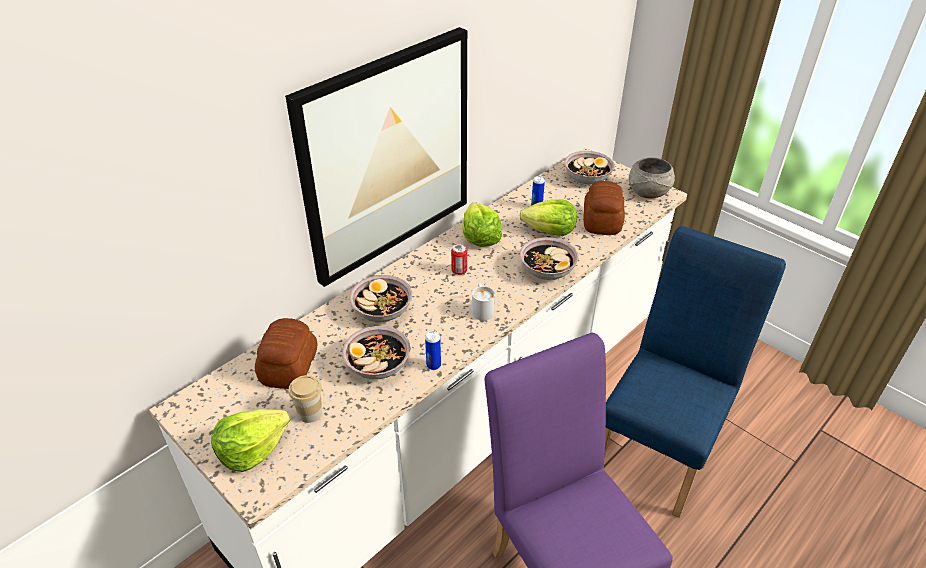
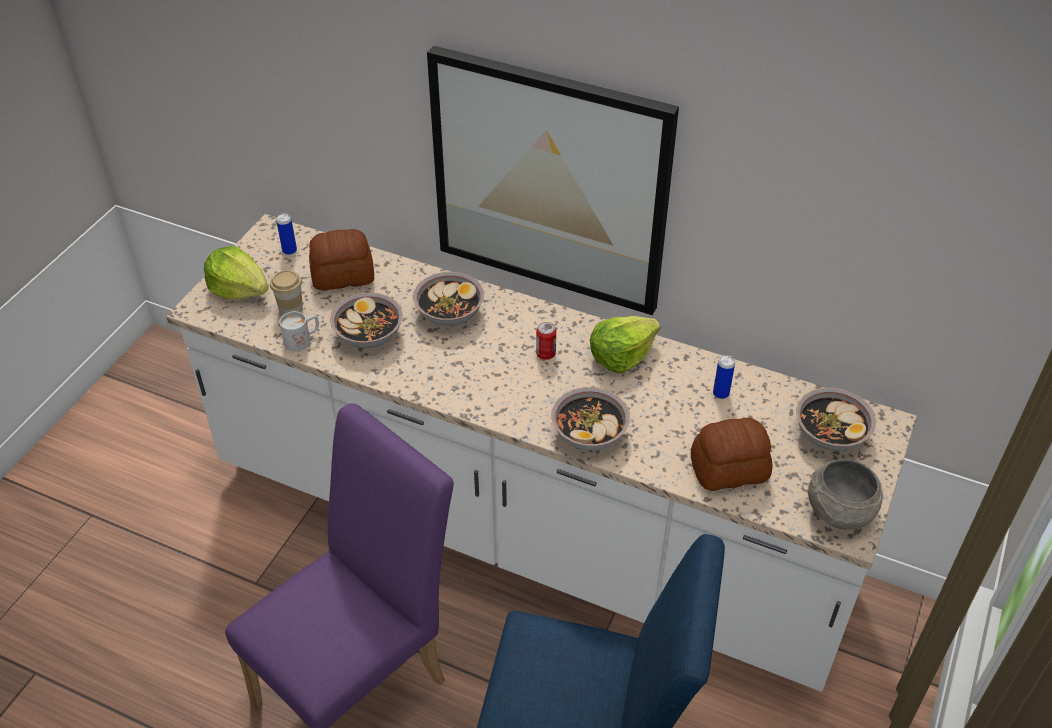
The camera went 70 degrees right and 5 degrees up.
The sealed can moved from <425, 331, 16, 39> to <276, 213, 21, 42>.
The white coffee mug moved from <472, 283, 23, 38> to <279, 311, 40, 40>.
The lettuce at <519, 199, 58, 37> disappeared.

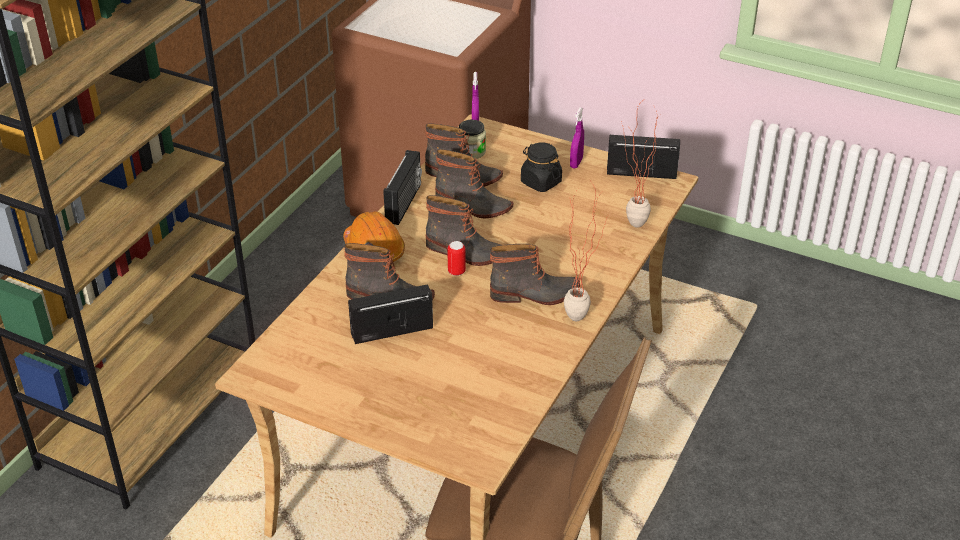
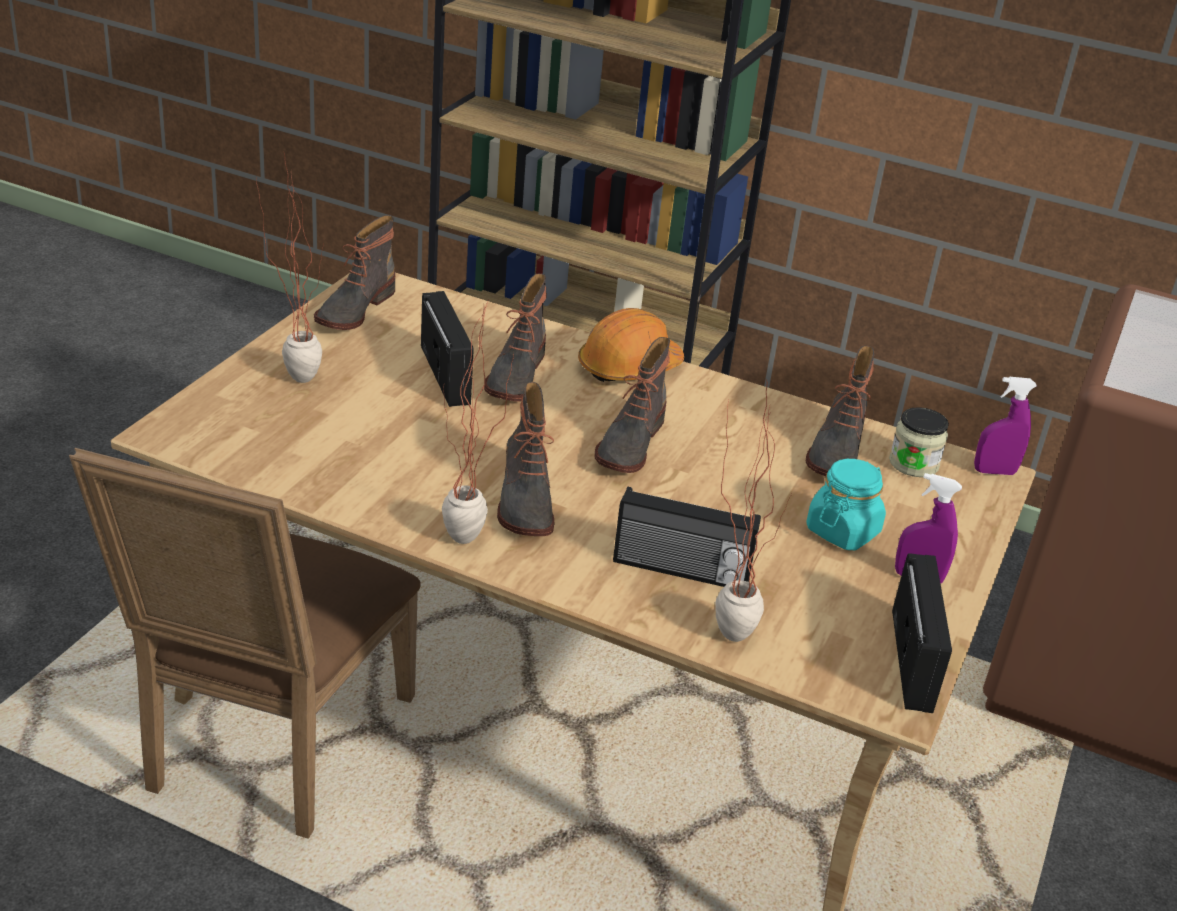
The camera went 85 degrees right and 5 degrees down.
The potted plant at <256, 151, 68, 232> appeared.
The boot moved from <435, 149, 78, 69> to <314, 215, 81, 115>.
The radio receiver moved from <383, 150, 39, 75> to <613, 487, 148, 100>.
The blackish jar at <521, 142, 41, 50> became the blue-green jar at <806, 459, 80, 91>.
The sealed can at <447, 241, 19, 35> disappeared.

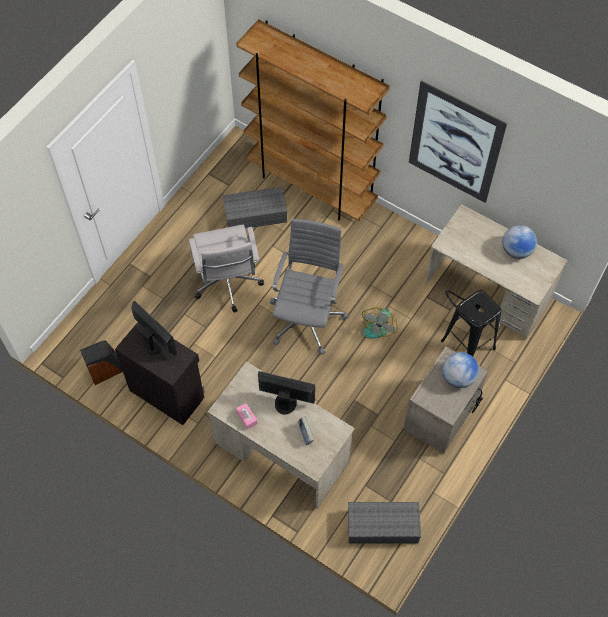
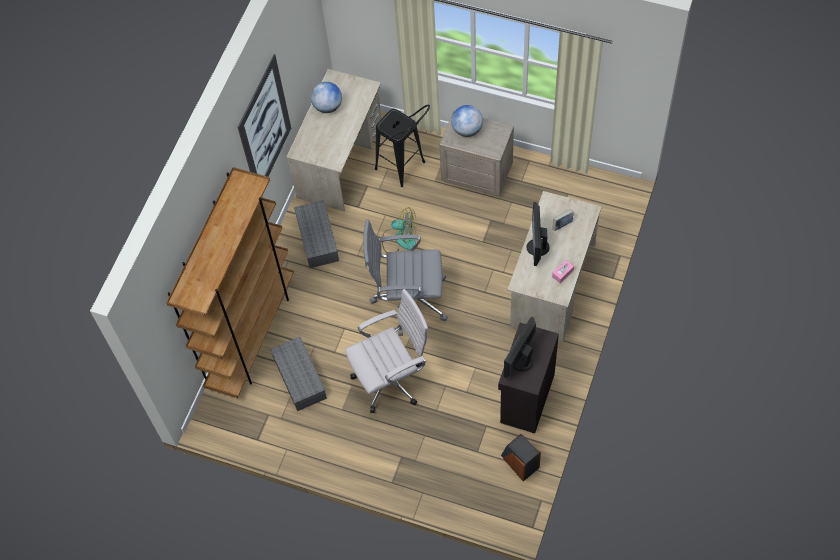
The camera went 100 degrees left and 0 degrees up.
The greyish storage container moved from <348, 502, 73, 42> to <294, 200, 45, 68>.

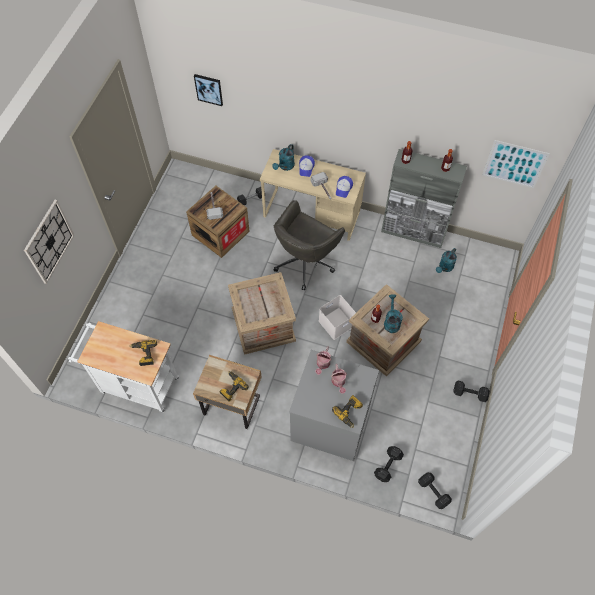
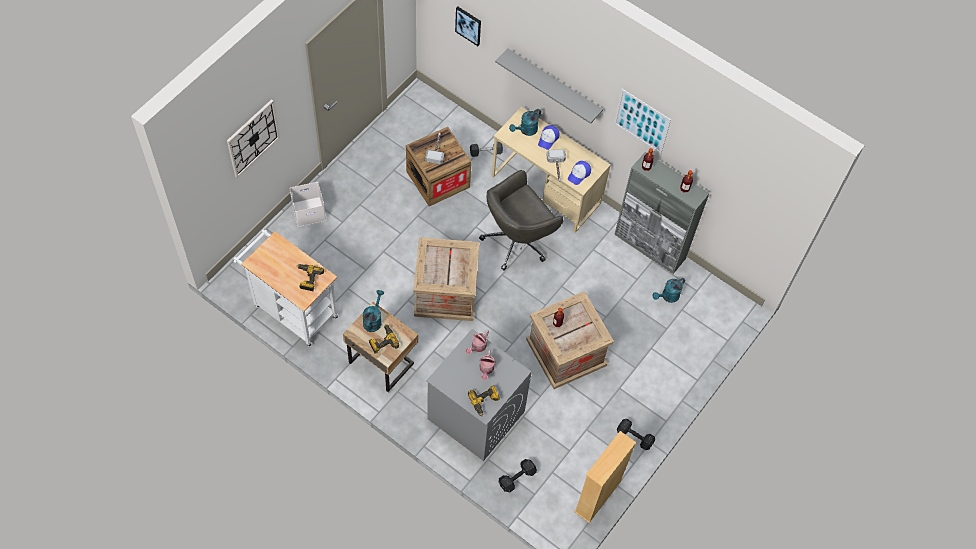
The camera went 15 degrees right and 0 degrees up.
The white storage container moved from <319, 295, 37, 45> to <289, 182, 37, 45>.
The blue-green watering pot moved from <384, 294, 19, 39> to <363, 290, 21, 42>.
The greyish wall shelf at <495, 49, 108, 75> appeared.
The beige-coloured bookcase at <574, 431, 62, 92> appeared.
The picture moved from <482, 140, 68, 48> to <614, 89, 57, 65>.
The blackish free weight at <418, 472, 34, 37> disappeared.

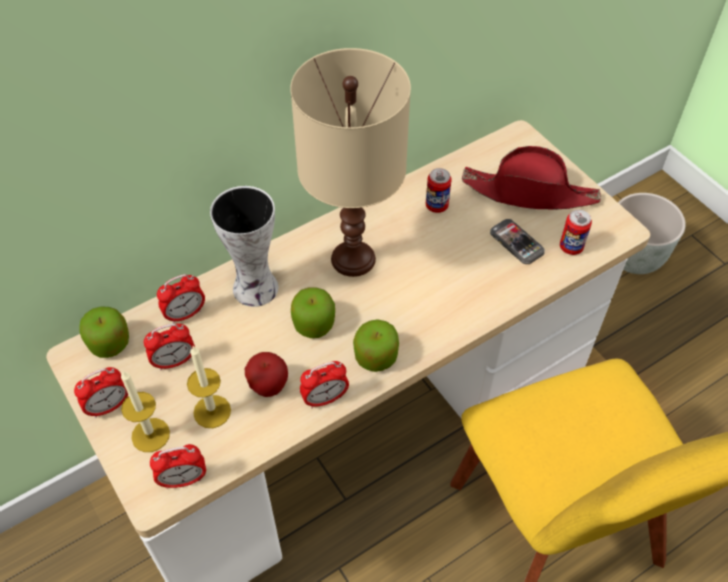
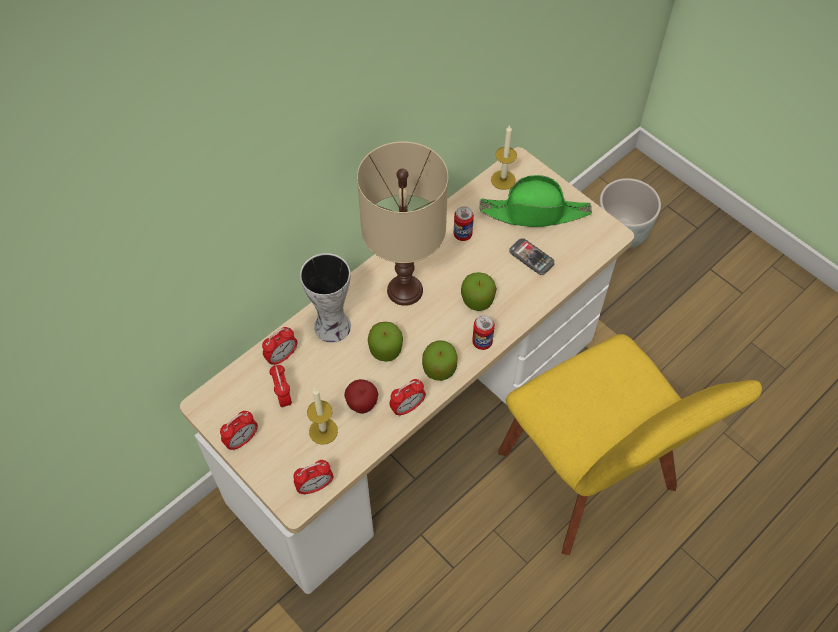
The camera went 10 degrees left and 5 degrees up.
The table clock at <144, 324, 51, 47> turned 105 degrees clockwise.
The whole apple moved from <79, 306, 50, 52> to <461, 272, 36, 39>.
The sealed can moved from <560, 210, 32, 45> to <472, 315, 23, 35>.
The red-coloured wearable hat at <462, 146, 139, 64> became the green wearable hat at <479, 175, 113, 52>.
The wax candle moved from <121, 371, 49, 81> to <491, 125, 26, 65>.

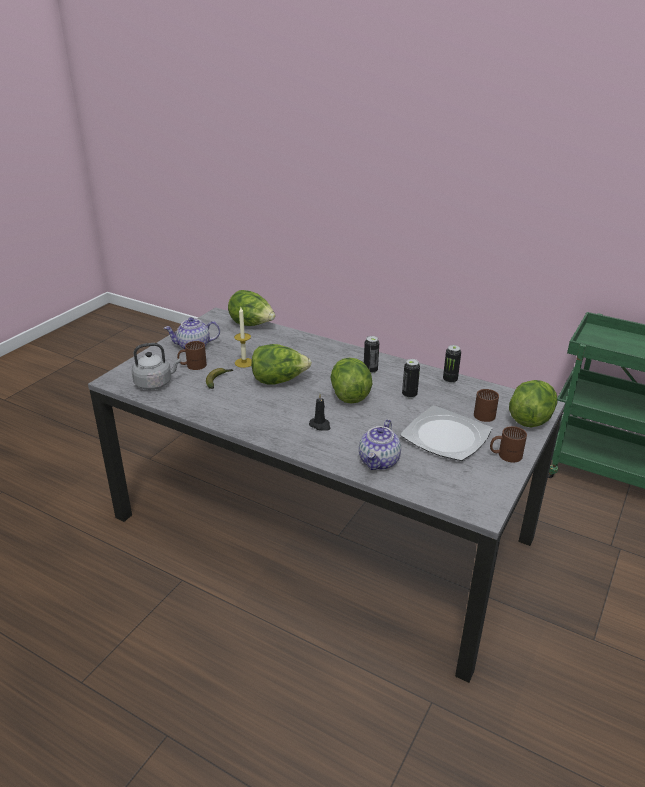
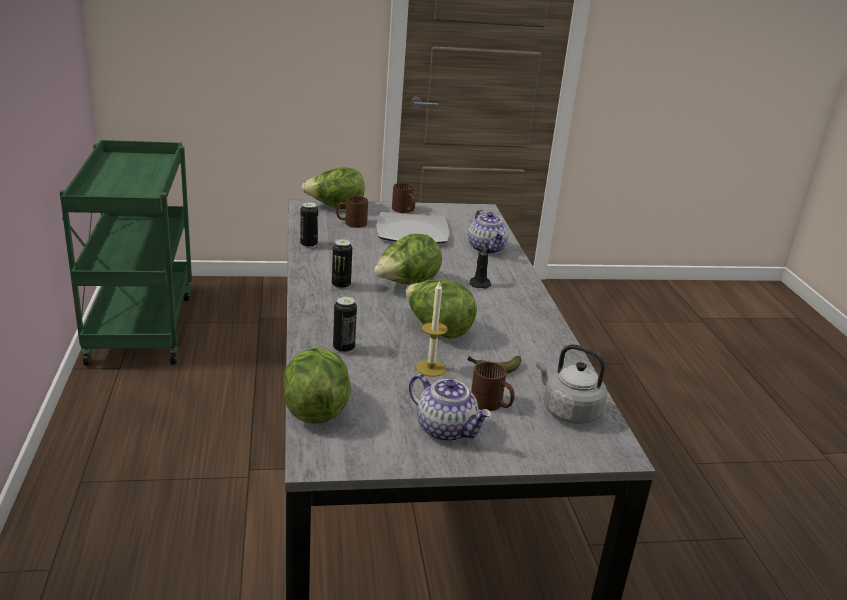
The camera went 130 degrees left and 5 degrees down.
The sealed can moved from <402, 359, 18, 39> to <333, 296, 24, 57>.
The teapot at <359, 419, 42, 51> turned 90 degrees clockwise.

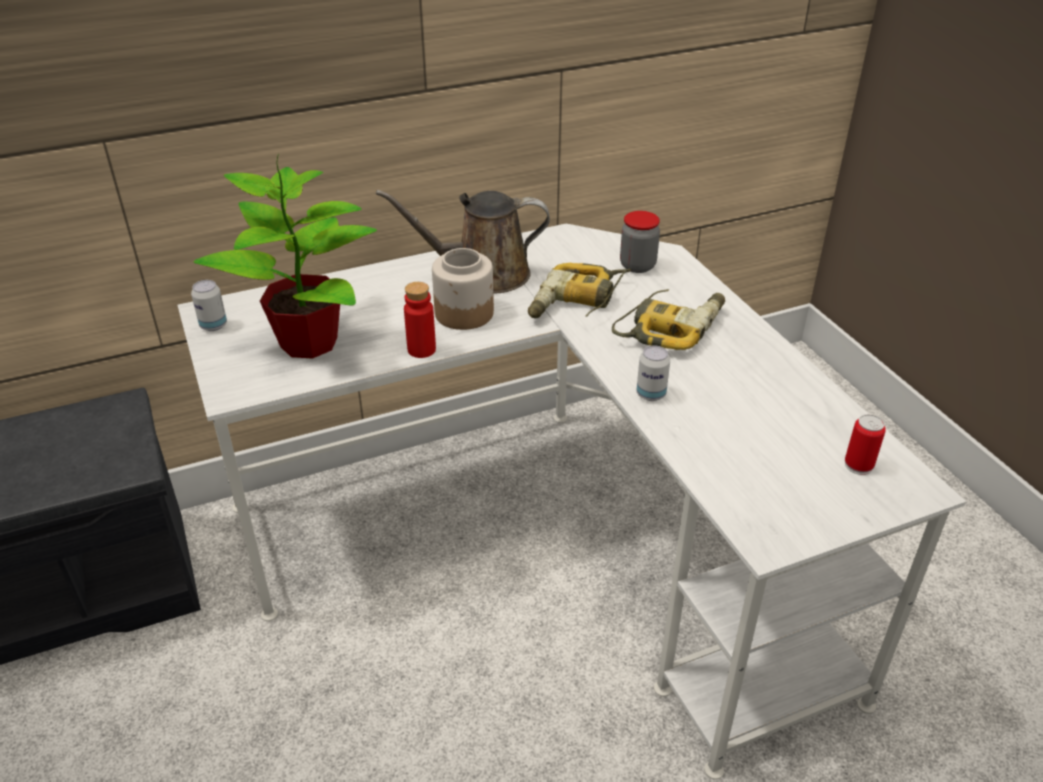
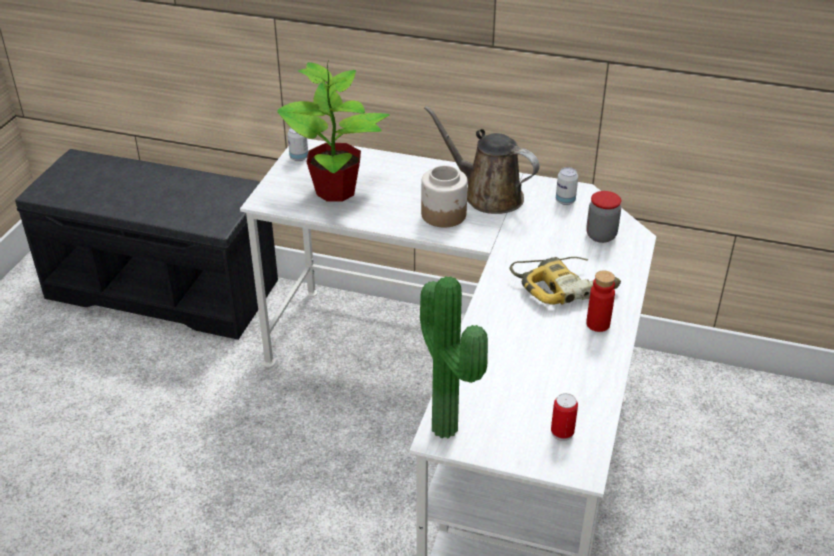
The camera went 40 degrees right and 0 degrees up.
The potted plant at <420, 276, 68, 162> appeared.
The sealed can moved from <636, 345, 34, 56> to <556, 167, 22, 38>.
The red-coloured bottle moved from <404, 282, 32, 76> to <586, 270, 29, 62>.
The electric drill at <528, 263, 103, 55> disappeared.

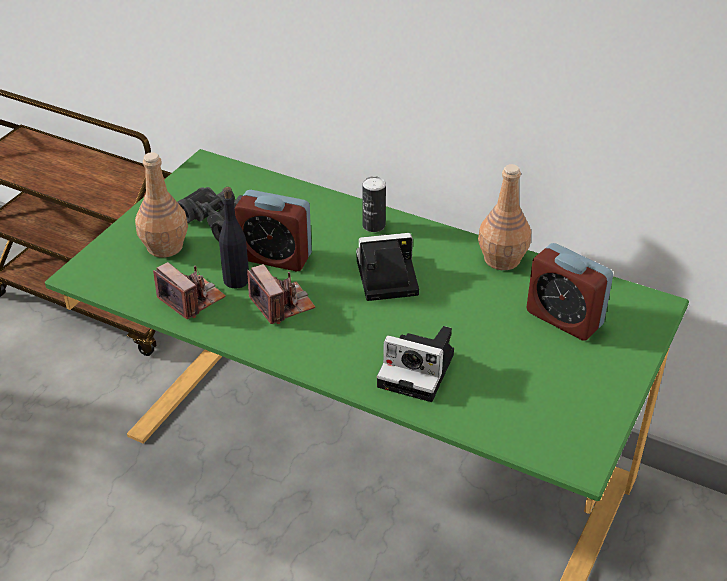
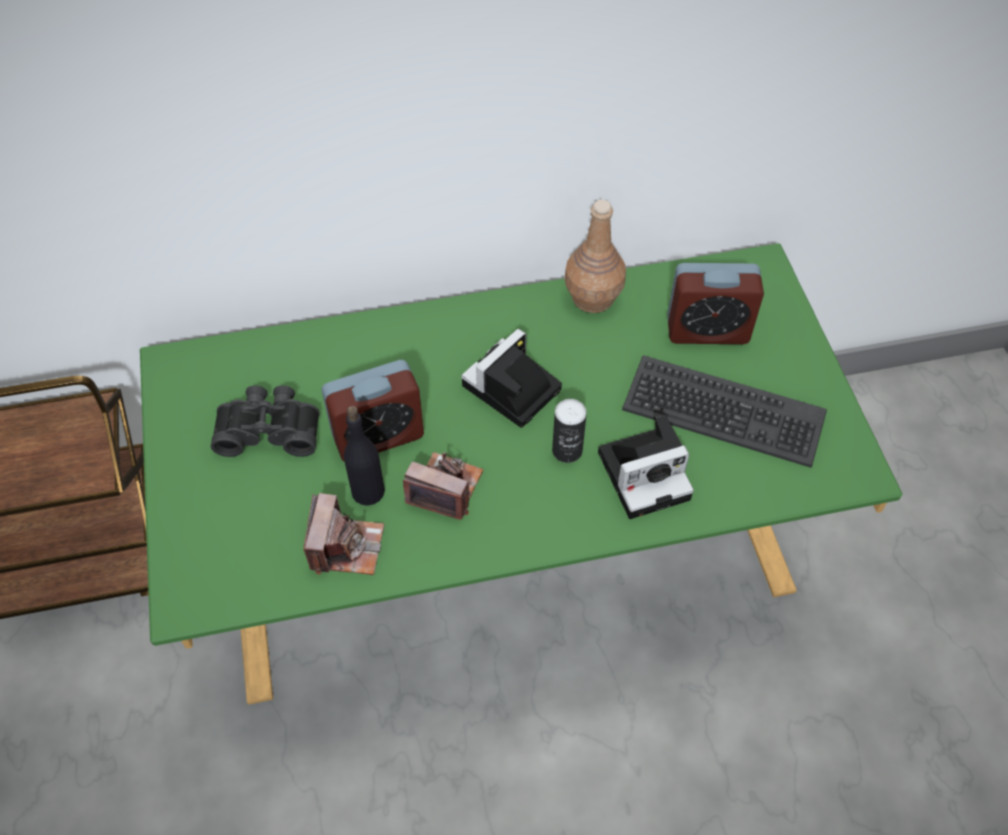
The camera went 40 degrees left and 15 degrees up.
The still camera at <153, 262, 73, 57> turned 90 degrees clockwise.
The sealed can moved from <363, 176, 23, 56> to <552, 399, 35, 64>.
The keyboard at <622, 355, 205, 113> appeared.
The brown bottle at <135, 152, 53, 106> disappeared.

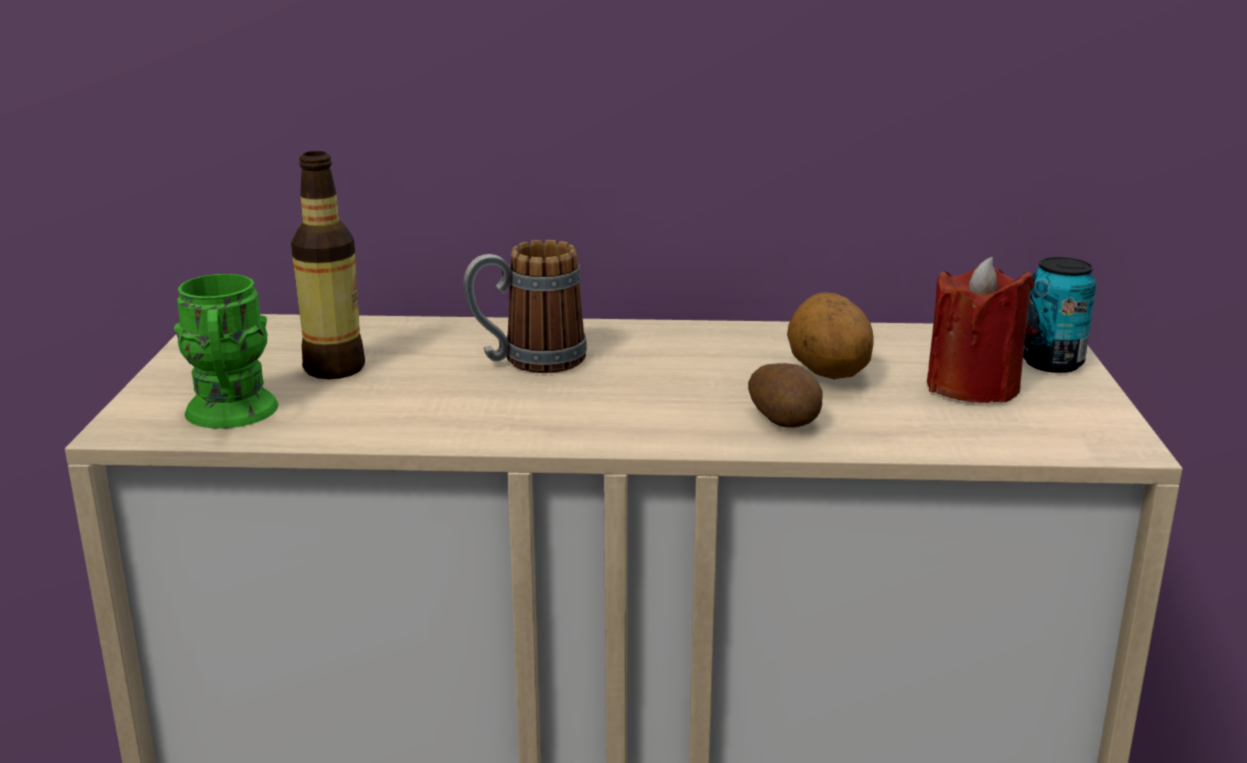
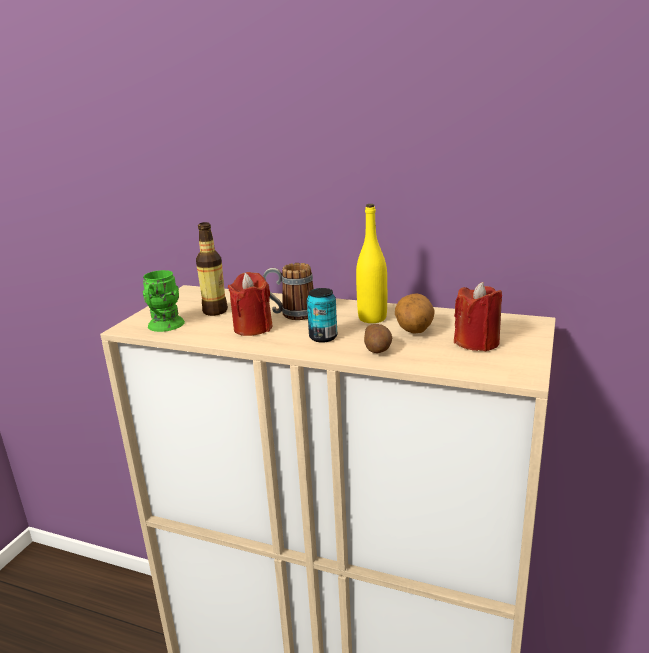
The camera went 20 degrees right and 0 degrees up.
The red-coloured wax candle at <228, 272, 45, 64> appeared.
The sealed can moved from <1023, 257, 73, 116> to <307, 288, 30, 55>.
The yellowish bottle at <356, 204, 31, 119> appeared.

